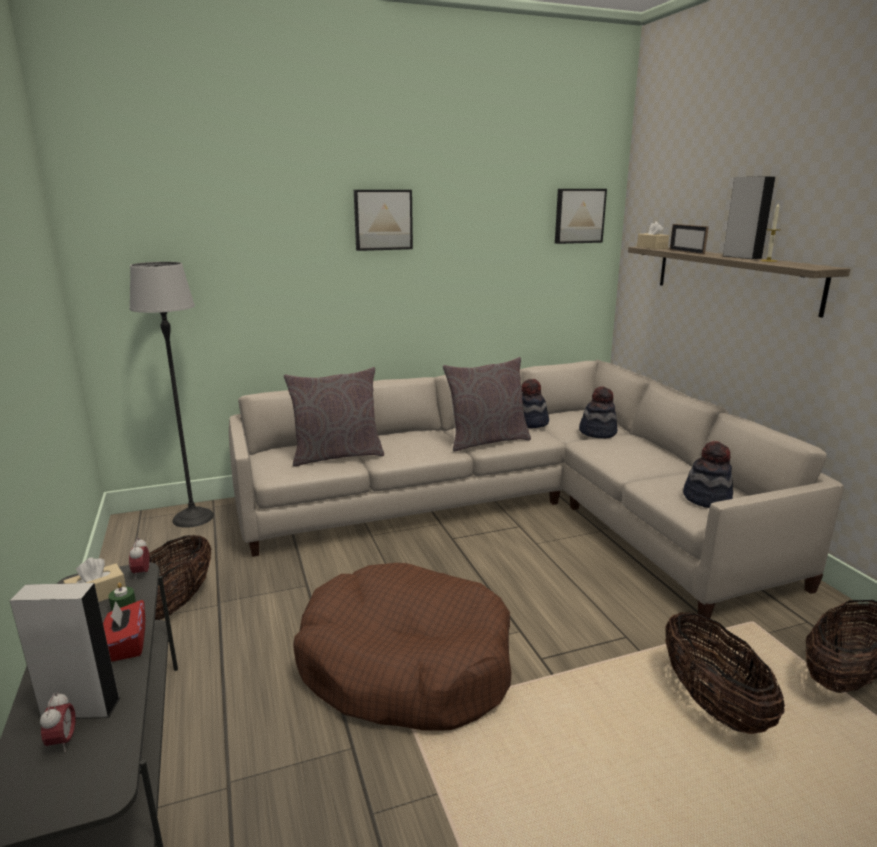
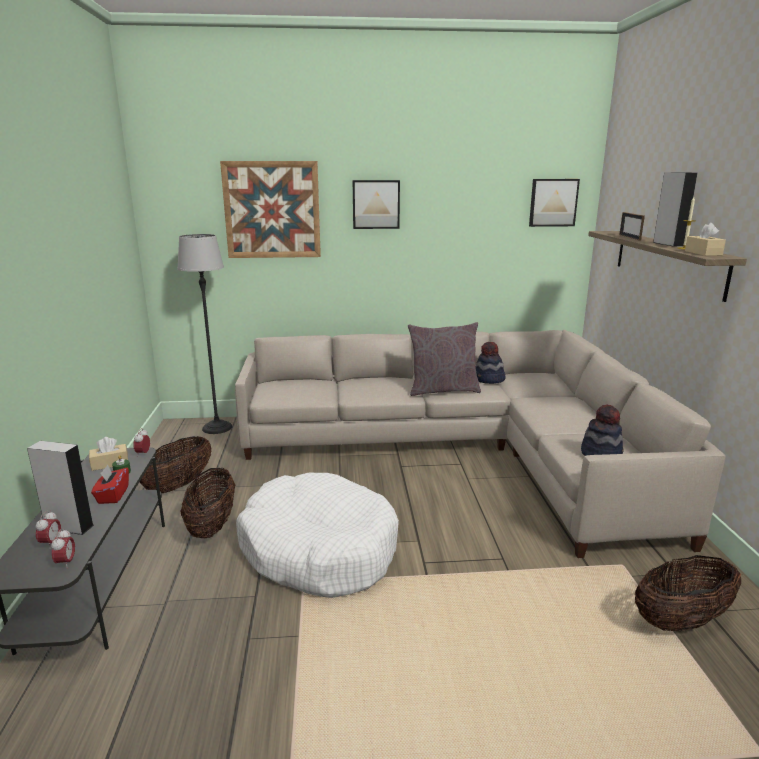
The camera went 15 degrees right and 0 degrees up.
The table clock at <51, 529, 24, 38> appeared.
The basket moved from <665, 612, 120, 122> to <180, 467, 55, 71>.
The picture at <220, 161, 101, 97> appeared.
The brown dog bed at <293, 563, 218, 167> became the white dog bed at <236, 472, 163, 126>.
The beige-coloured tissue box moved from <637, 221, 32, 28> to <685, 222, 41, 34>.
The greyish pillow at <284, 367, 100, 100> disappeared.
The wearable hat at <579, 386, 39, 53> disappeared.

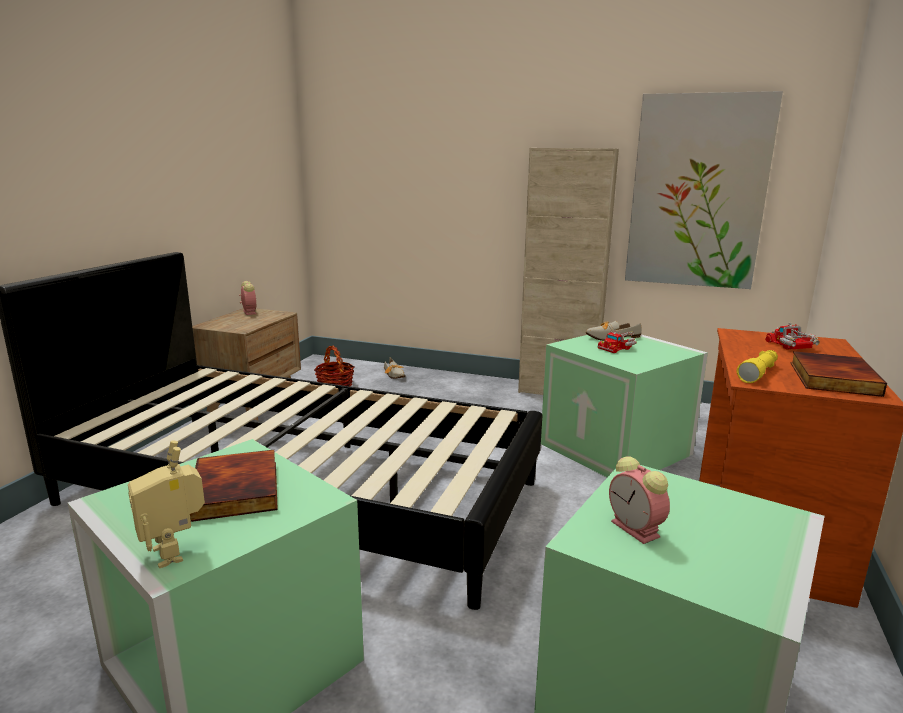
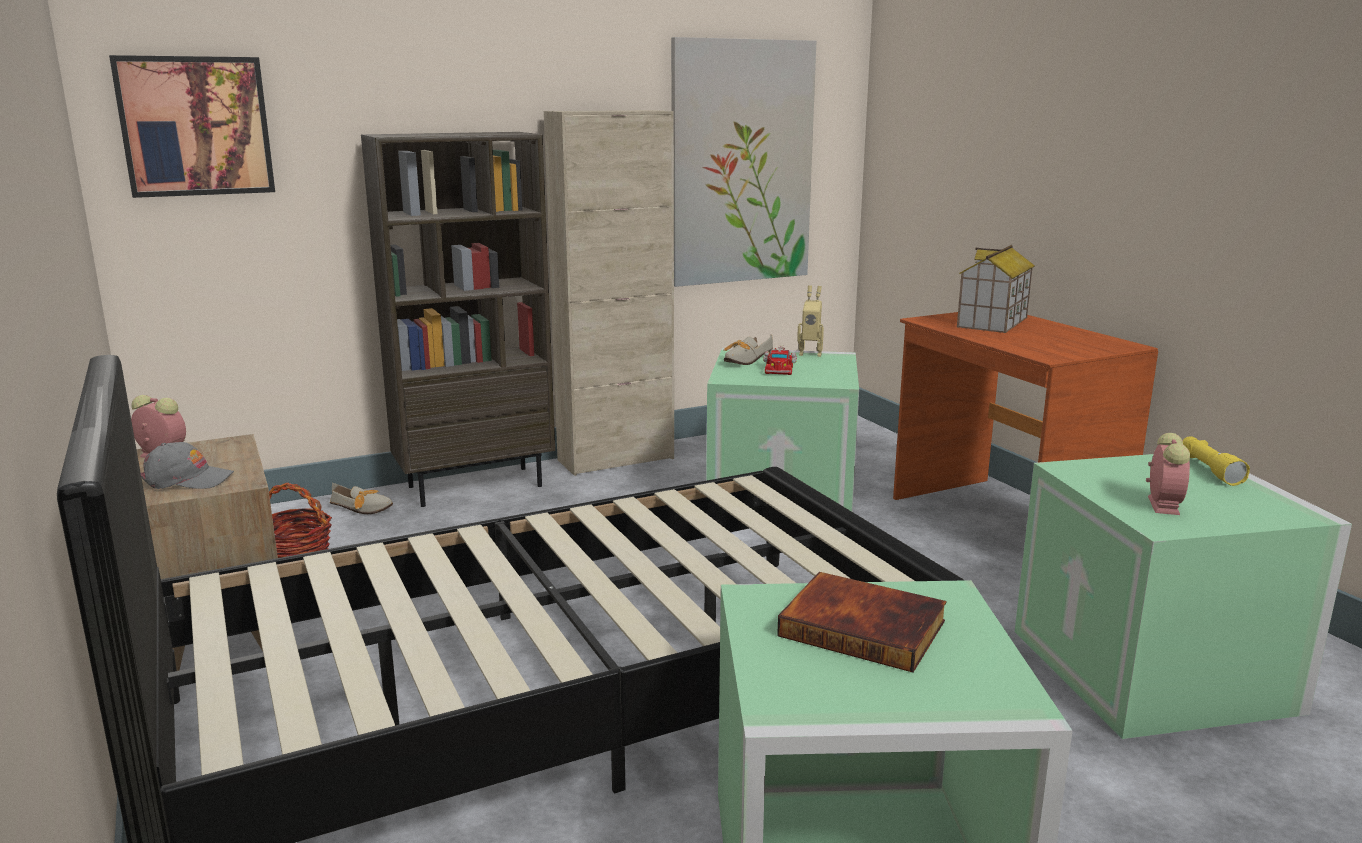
The camera went 45 degrees left and 0 degrees up.
The picture at <109, 55, 166, 143> appeared.
The greyish peaked cap at <141, 442, 93, 47> appeared.
The brown bookcase at <361, 132, 194, 375> appeared.
The robot figure moved from <128, 441, 77, 127> to <797, 285, 27, 72>.
The toy lorry at <765, 323, 55, 27> was replaced by the toy house at <957, 245, 78, 88>.
The table clock at <609, 457, 61, 87> turned 90 degrees counterclockwise.
The yellowish torch moved from <737, 350, 41, 33> to <1183, 436, 67, 50>.
The book at <791, 351, 96, 46> disappeared.

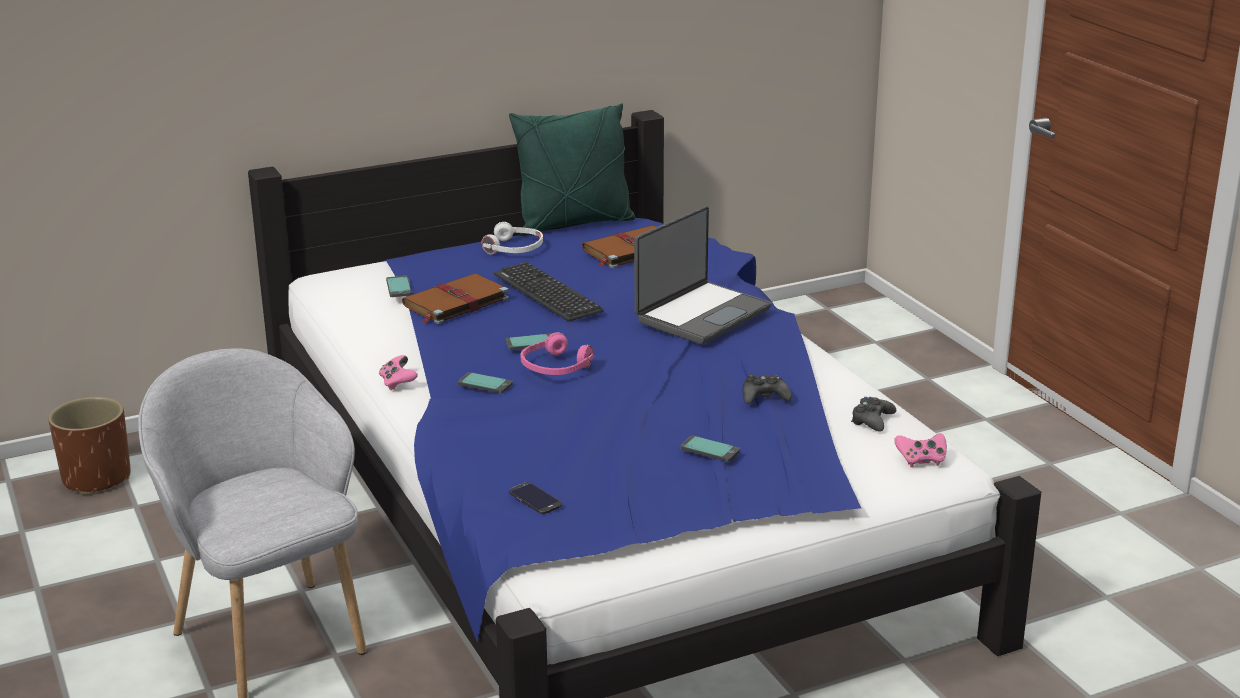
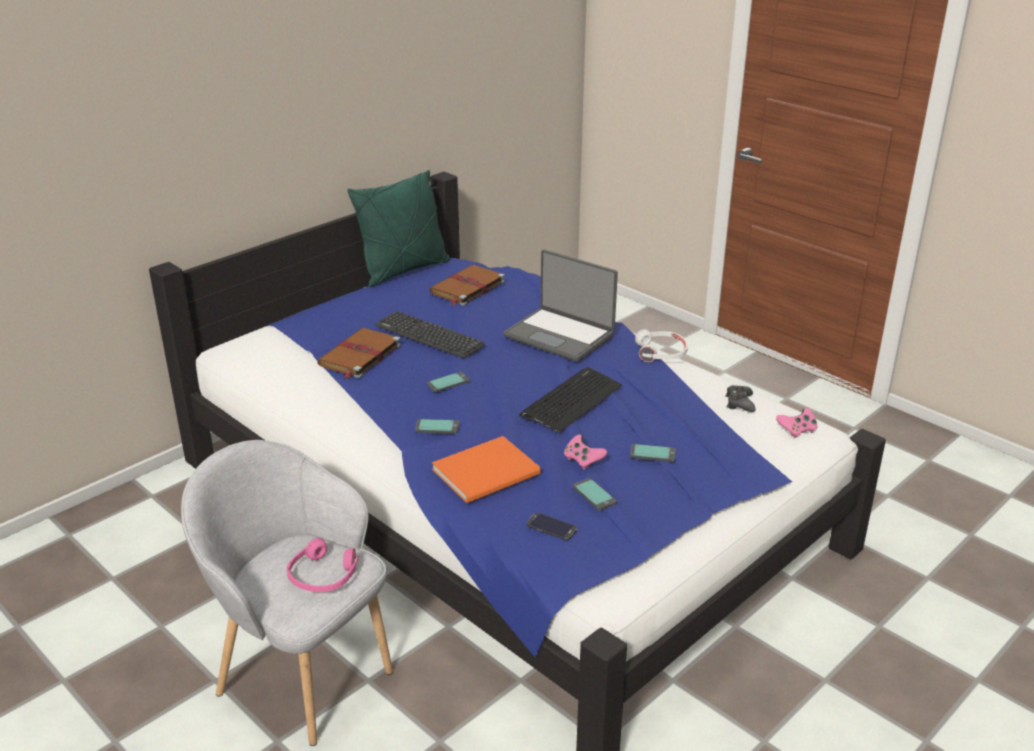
The camera went 20 degrees left and 5 degrees up.
The pink-coloured headset moved from <521, 332, 73, 43> to <287, 538, 72, 54>.
The orange book at <432, 436, 109, 67> appeared.
The portable computer at <634, 206, 138, 138> turned 105 degrees clockwise.
The keyboard at <519, 367, 103, 65> appeared.
The pink-coloured joypad moved from <379, 355, 39, 35> to <564, 434, 43, 36>.
The handset moved from <386, 276, 26, 21> to <573, 478, 44, 33>.
The white headset moved from <482, 222, 61, 33> to <635, 329, 53, 33>.
The brown planter at <48, 397, 82, 98> disappeared.
The blackish joypad at <743, 374, 49, 30> disappeared.

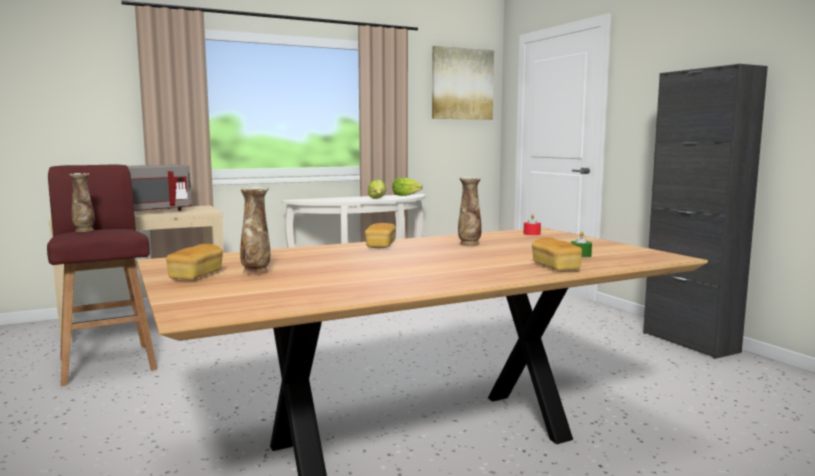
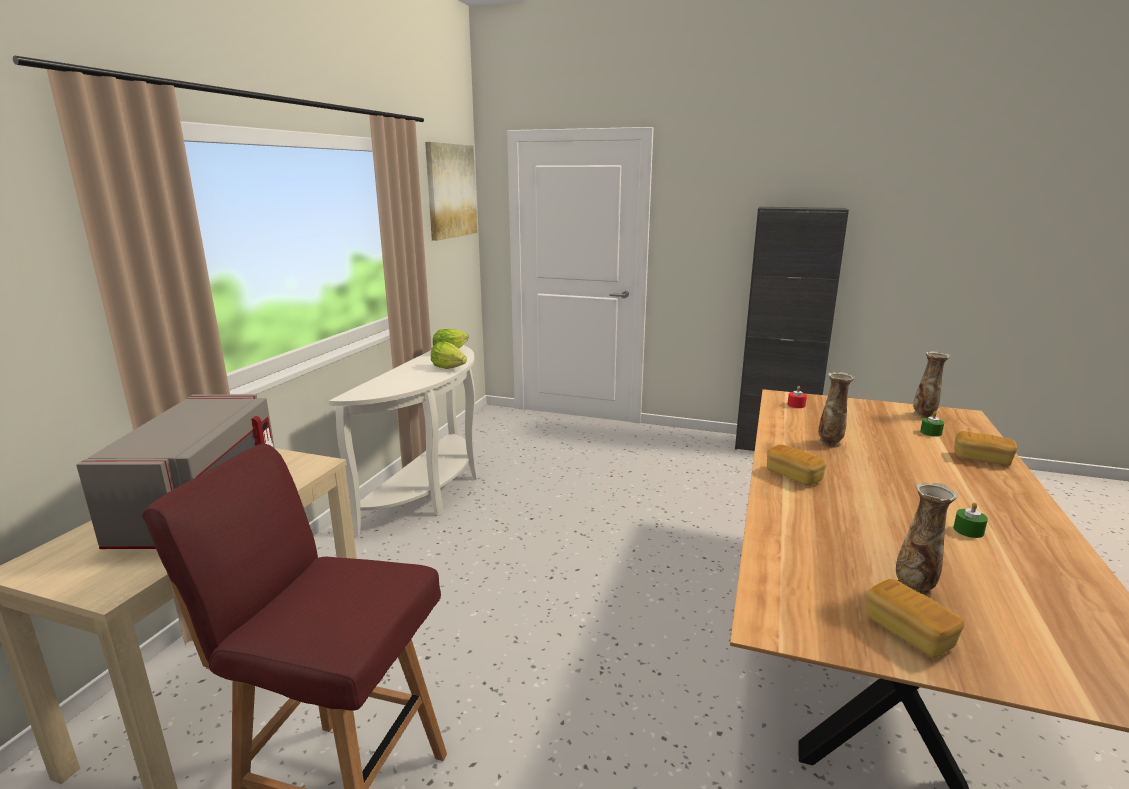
The camera went 45 degrees left and 10 degrees up.
The flower vase moved from <69, 173, 26, 59> to <913, 351, 37, 68>.
The green wax candle at <953, 502, 35, 36> appeared.

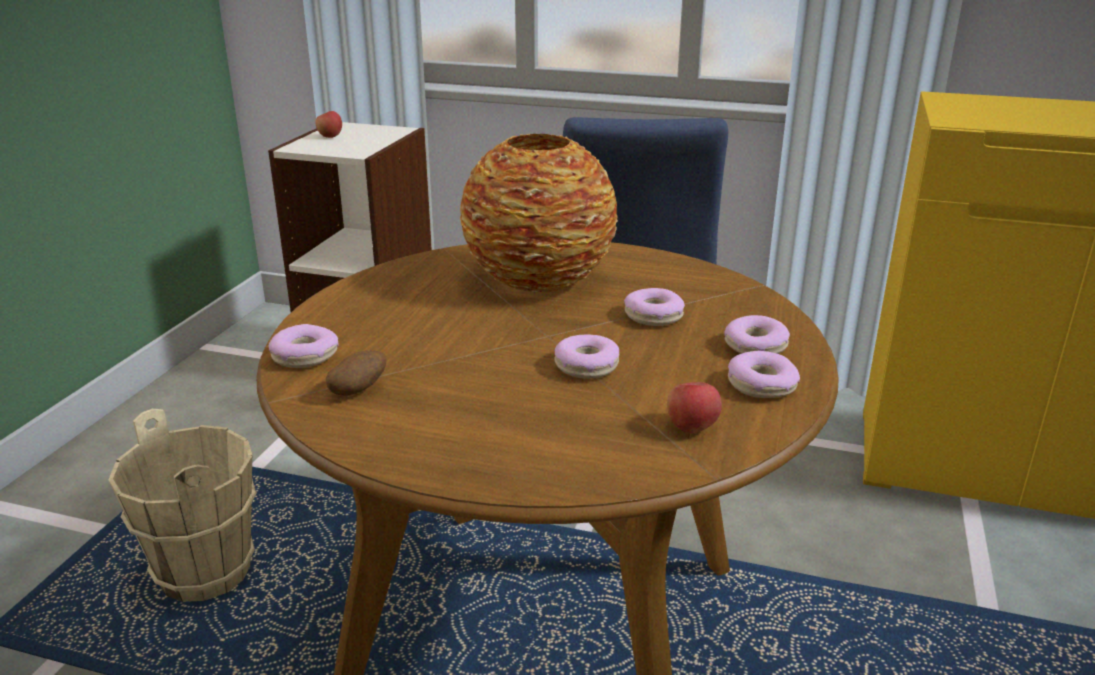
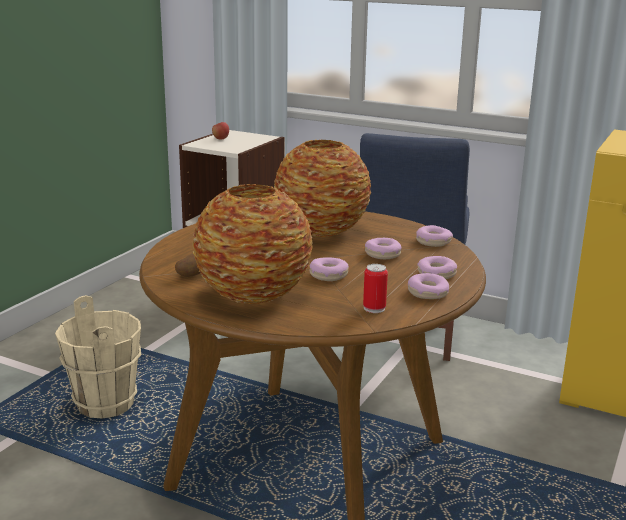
The camera went 10 degrees right and 5 degrees down.
The flower vase at <193, 184, 120, 120> appeared.
The whole apple at <667, 382, 55, 51> was replaced by the sealed can at <363, 264, 25, 49>.
The donut moved from <269, 324, 70, 44> to <416, 225, 37, 22>.

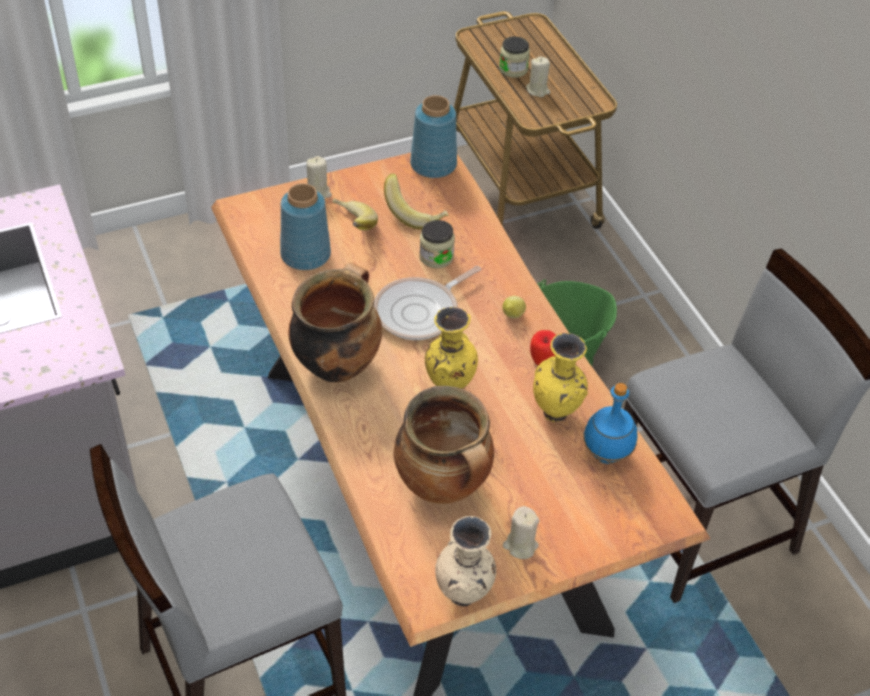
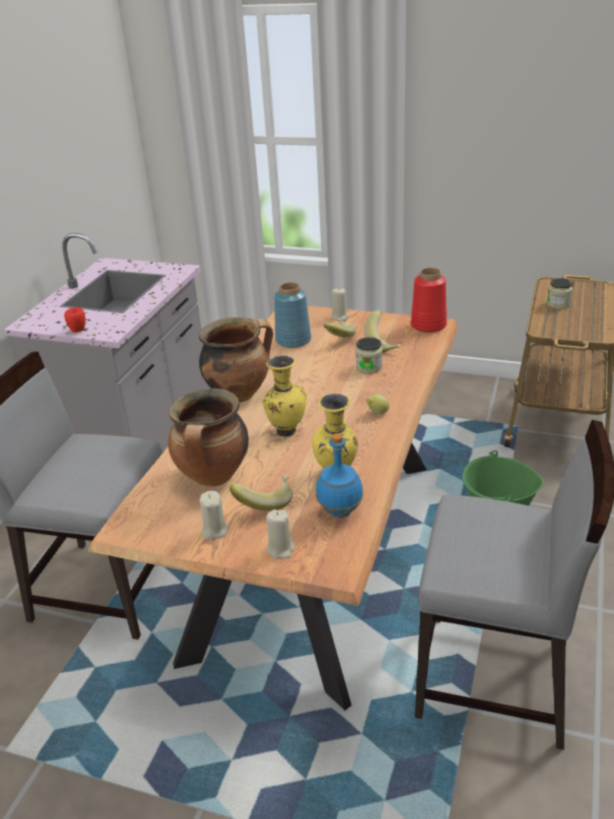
The camera went 45 degrees right and 15 degrees down.
The whole apple moved from <530, 330, 26, 35> to <64, 307, 21, 26>.
The banana at <230, 476, 63, 35> appeared.
The beige-coloured wax candle moved from <526, 56, 24, 41> to <266, 510, 29, 49>.
The blue flower vase at <410, 95, 47, 83> became the red-coloured flower vase at <411, 267, 36, 66>.
The frying pan at <374, 266, 107, 74> disappeared.
The beige-coloured flower vase at <435, 516, 61, 90> disappeared.

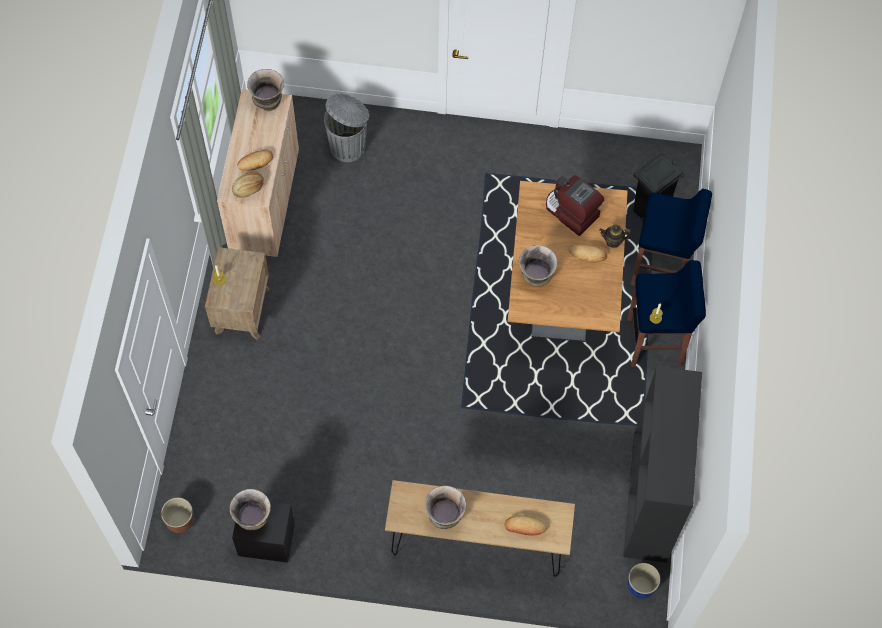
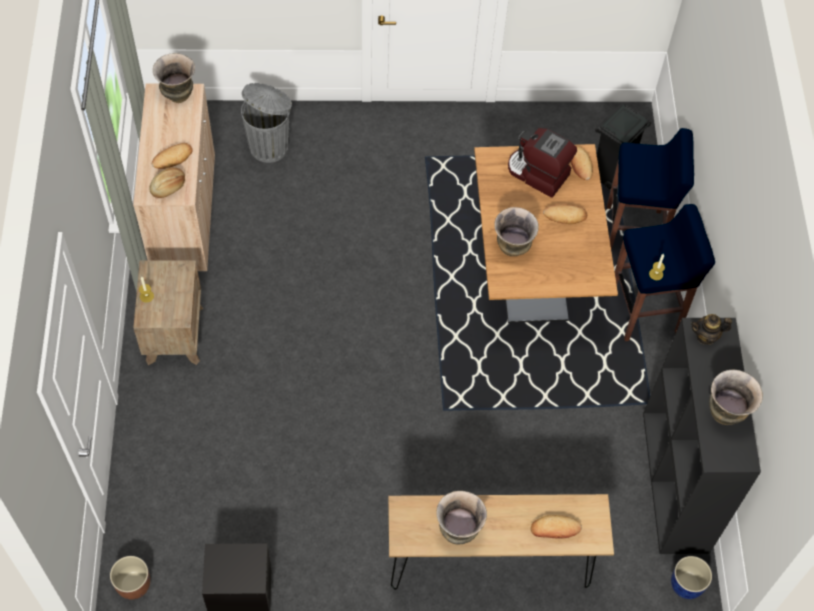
The camera went 10 degrees left and 5 degrees down.
The baked bread at <571, 146, 22, 34> appeared.
The teapot moved from <599, 224, 33, 24> to <691, 314, 41, 31>.
The flower vase moved from <230, 489, 41, 41> to <709, 370, 54, 55>.

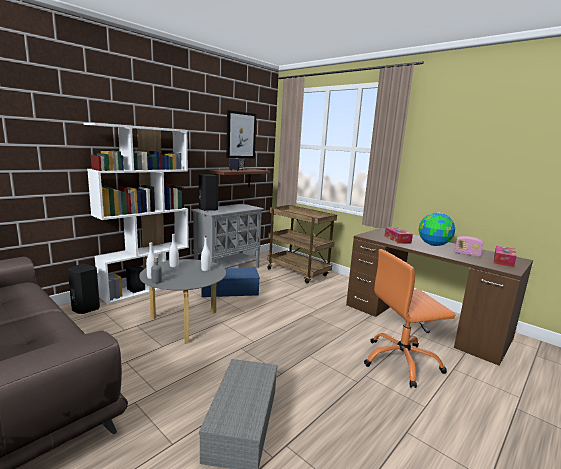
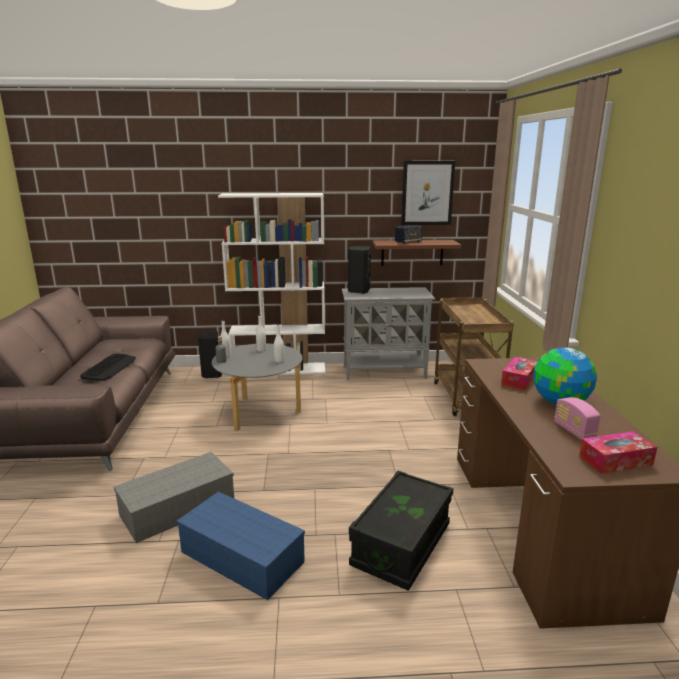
The camera went 45 degrees right and 5 degrees up.
The keyboard at <80, 354, 56, 26> appeared.
The blue storage container moved from <202, 268, 58, 29> to <176, 492, 129, 108>.
The orange computer chair at <364, 249, 91, 139> was replaced by the blackish storage container at <349, 471, 104, 120>.

